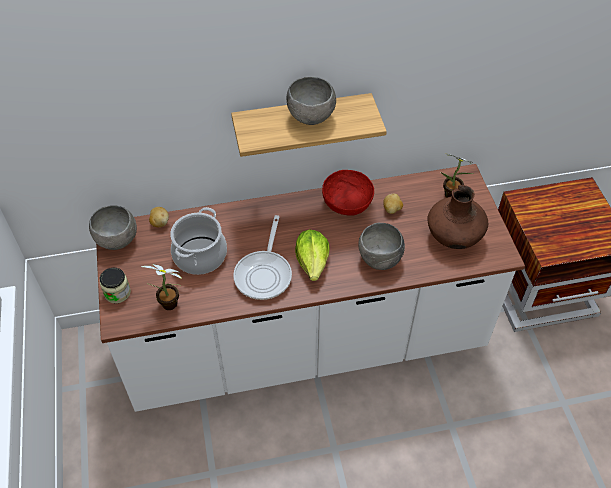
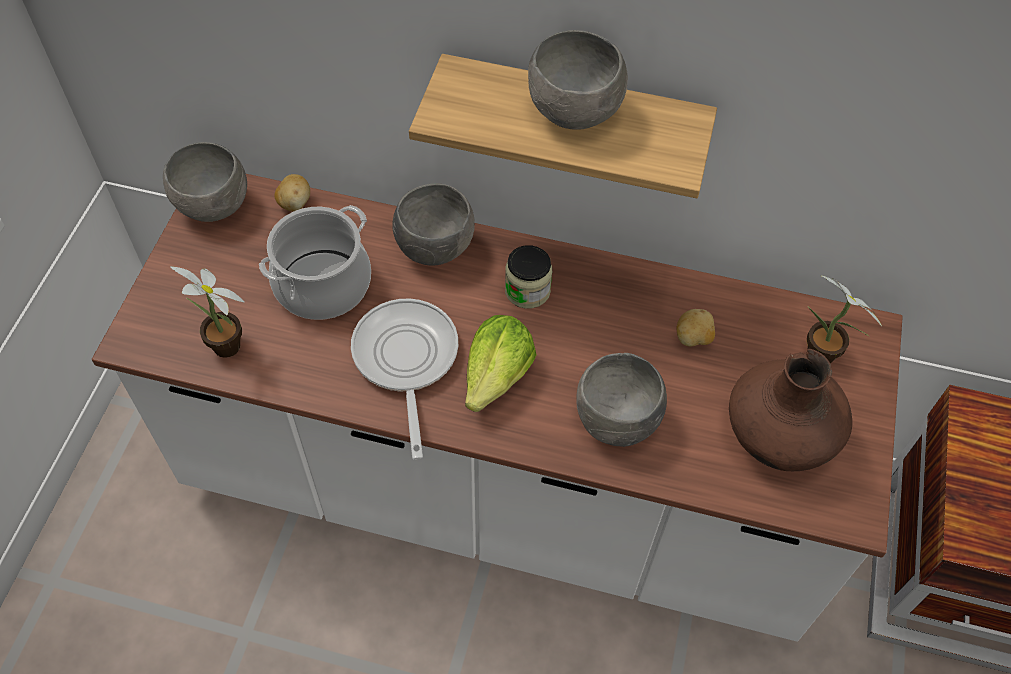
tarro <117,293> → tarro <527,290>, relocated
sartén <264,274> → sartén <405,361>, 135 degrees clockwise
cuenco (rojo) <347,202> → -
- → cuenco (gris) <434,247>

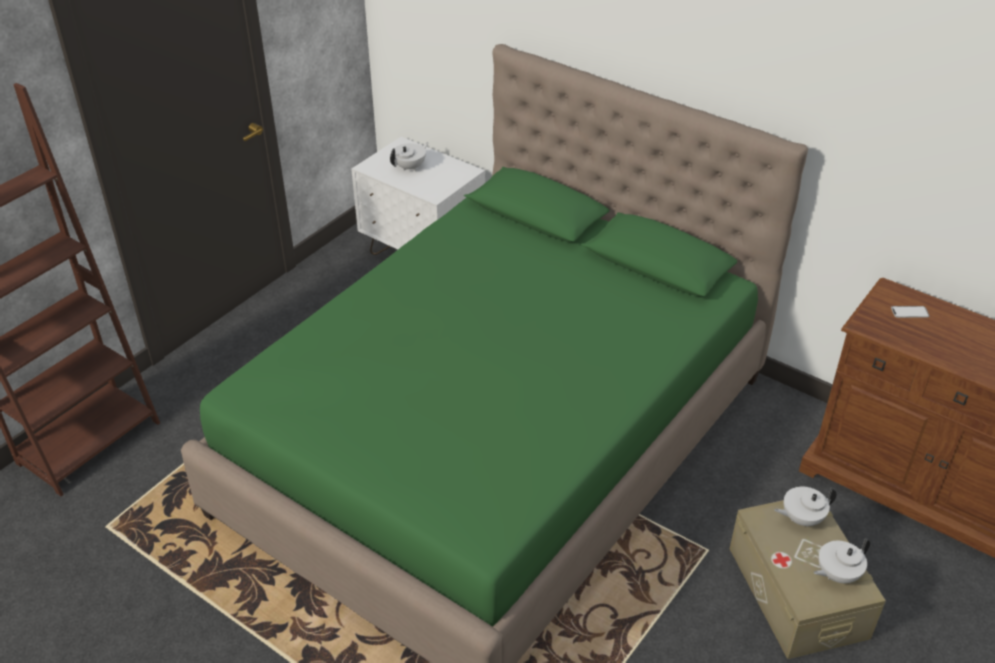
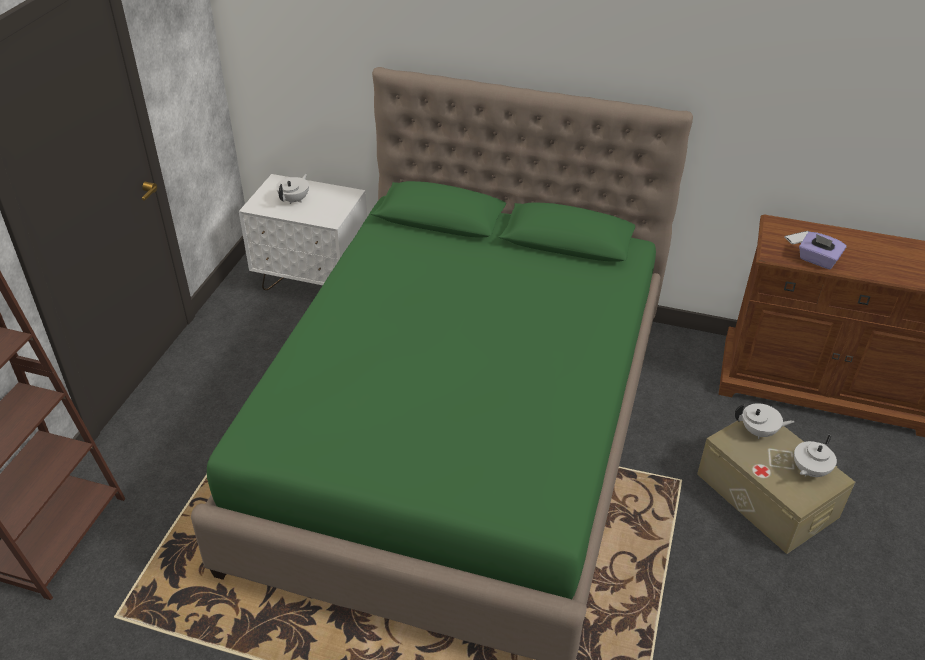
tetera (blanco) <801,518> → tetera (blanco) <759,431>, 135 degrees counterclockwise
- → caja de pañuelos (morado) <817,260>

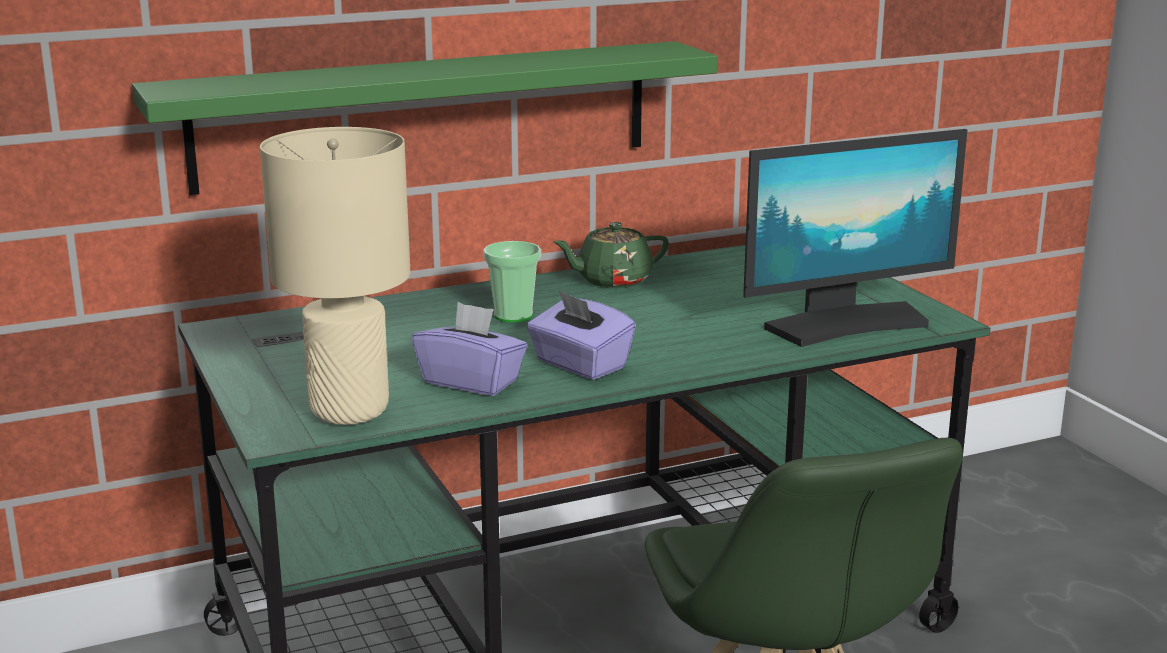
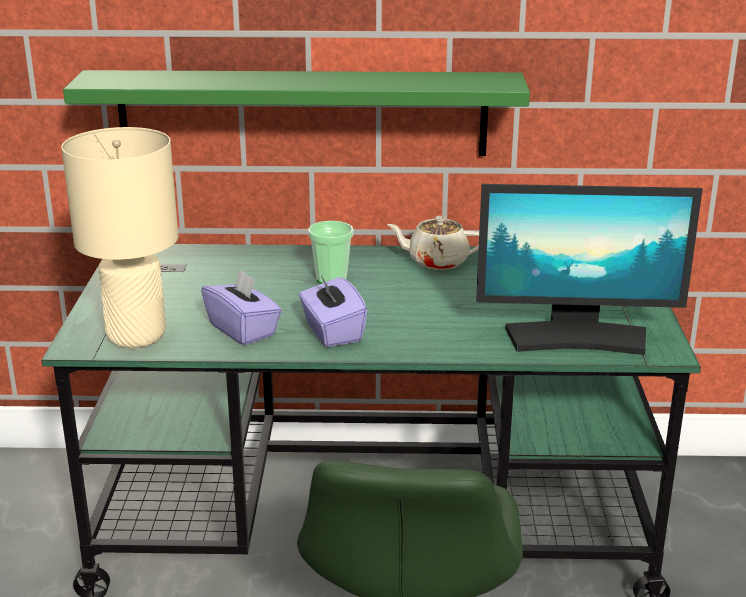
tetera (verde) <612,280> → tetera (beis) <436,261>

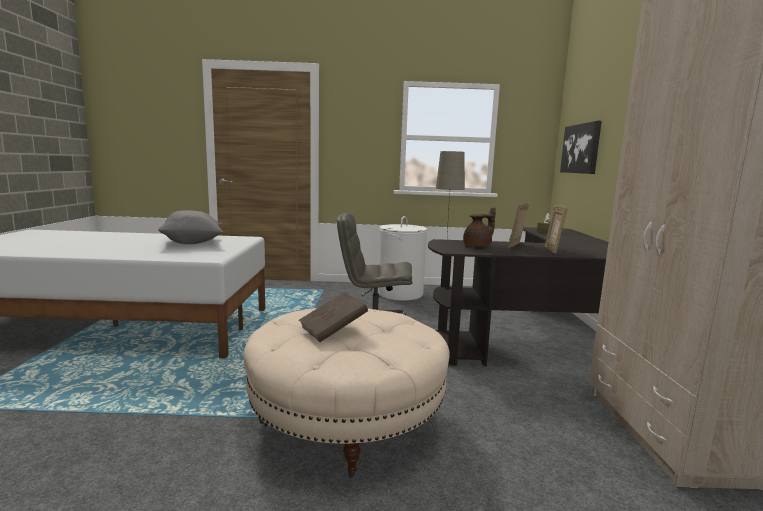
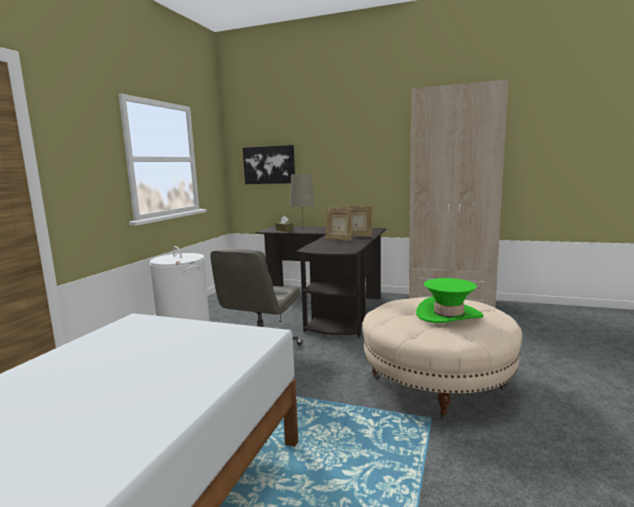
cojín (gris) <193,243> → -
libro (marrón) <333,330> → sombrero (verde) <448,315>
tetera (marrón) <478,246> → -

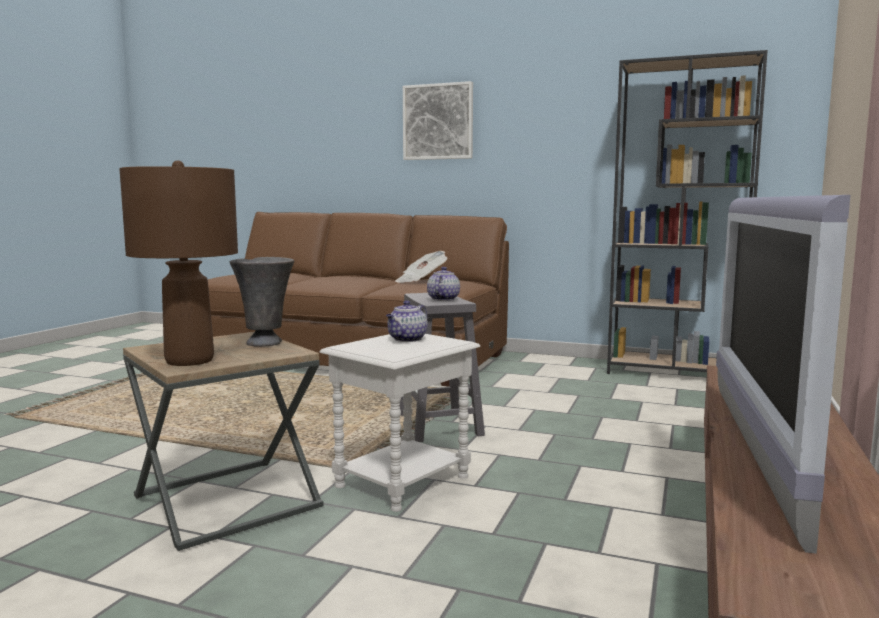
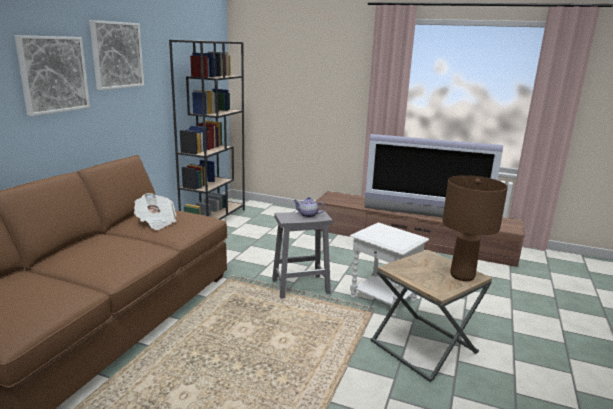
florero (gris) <266,343> → -
tetera <407,339> → -
- → cuadro <117,55>

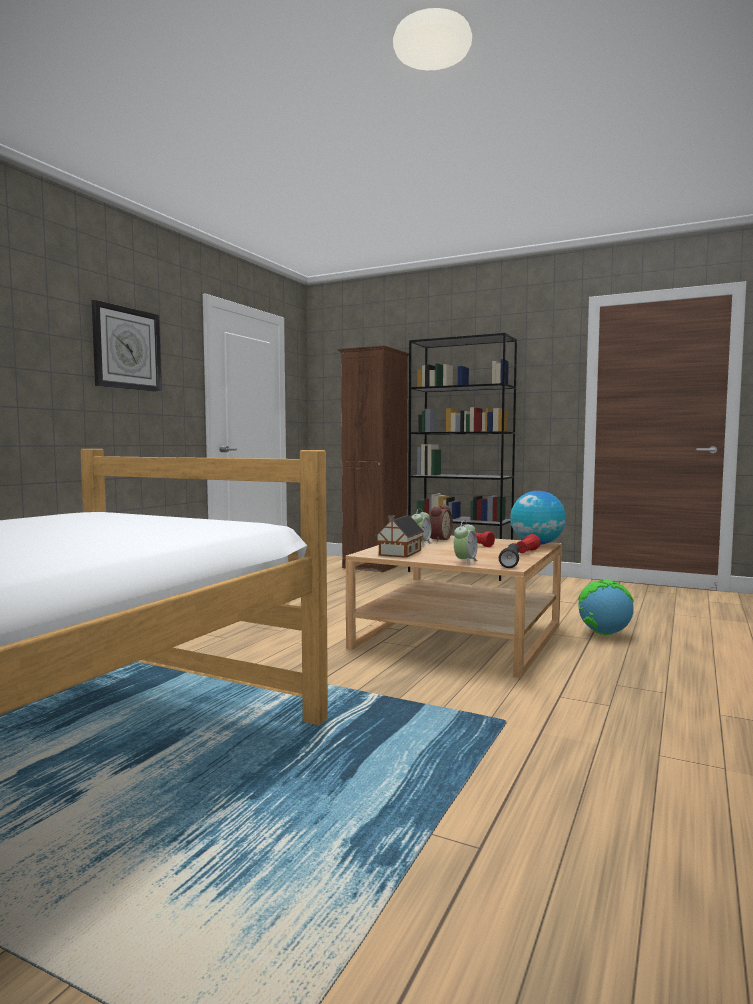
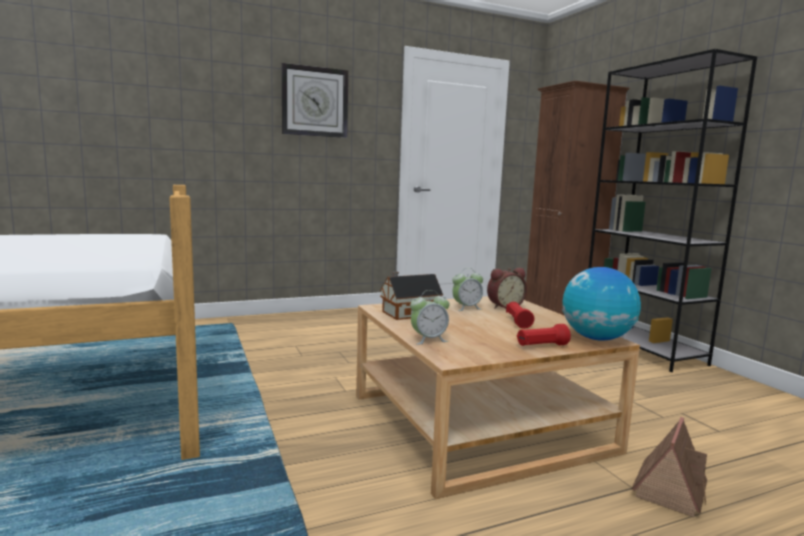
linterna (negro) <510,563> → -
globo terráqueo <603,633> → casita <669,489>

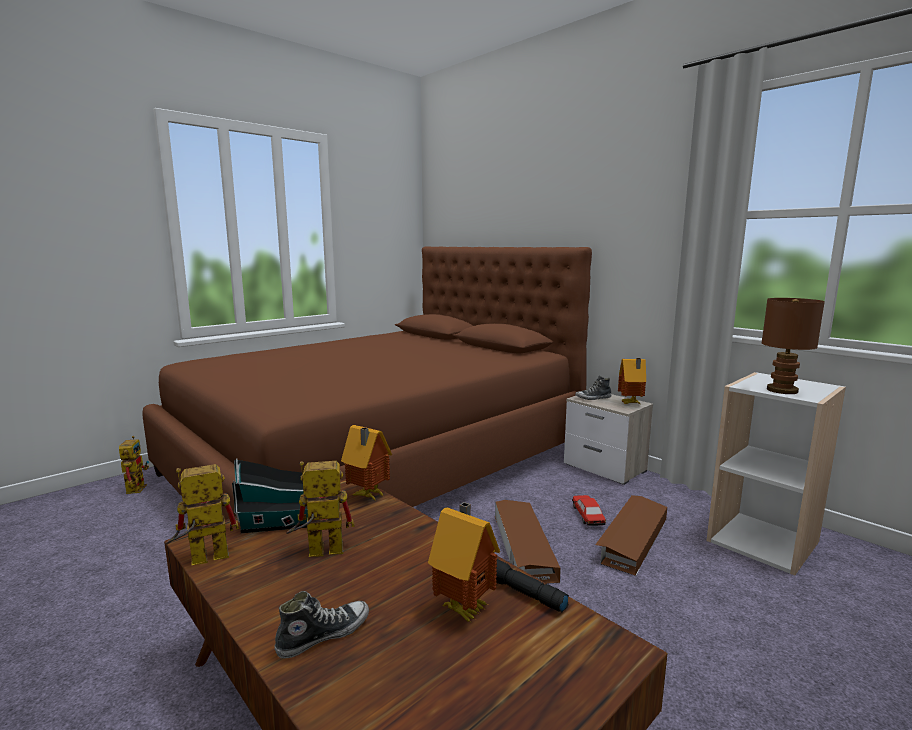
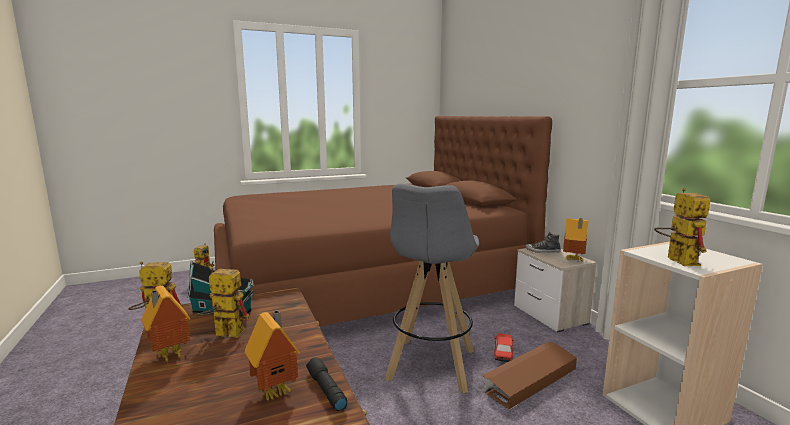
zapato <324,635> → -
casita <367,496> → casita <168,355>, relocated
caja de almacenaje (marrón) <523,546> → taburete (gris) <430,366>
lámpara de mesa (marrón) <781,390> → robot de juguete <676,259>

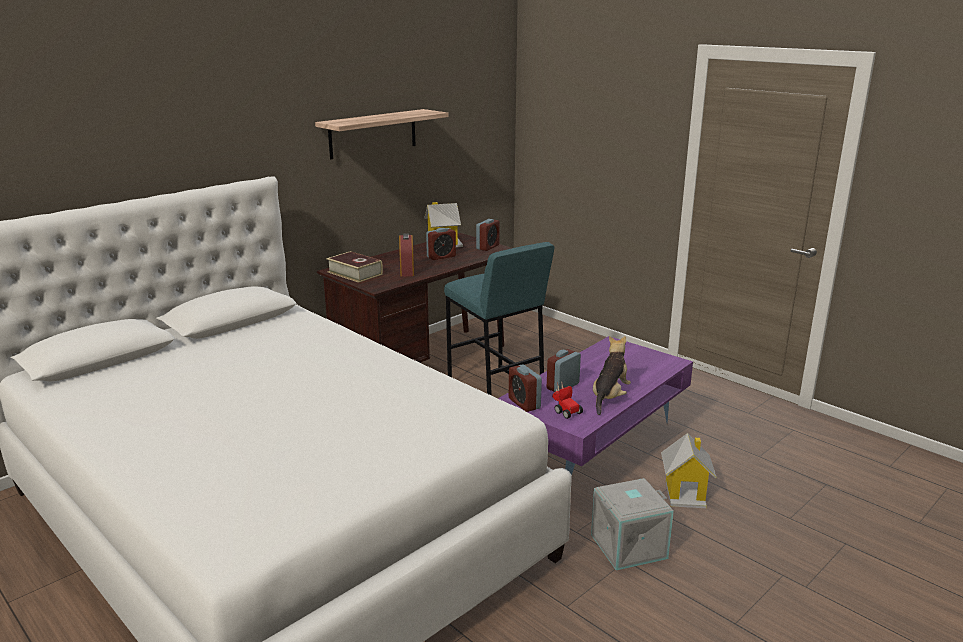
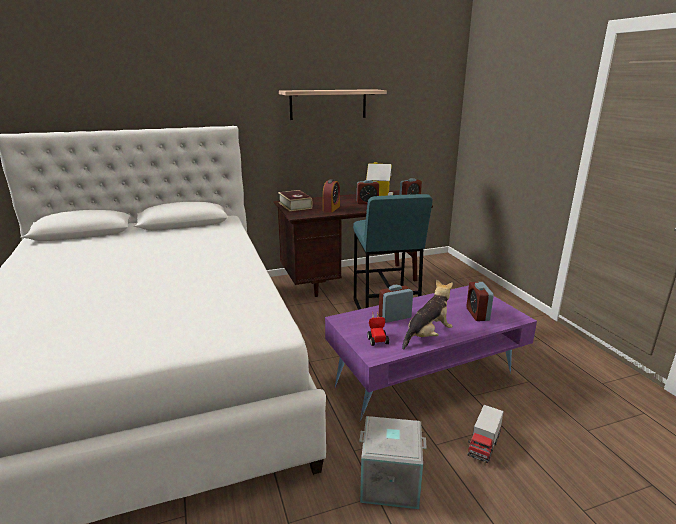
despertador <524,403> → despertador <477,314>, relocated
casita <685,493> → camión de juguete <483,445>

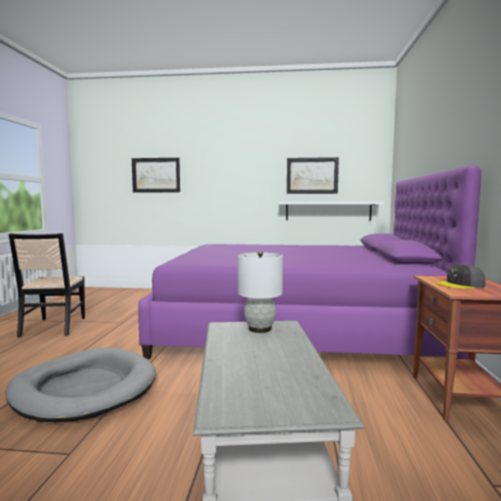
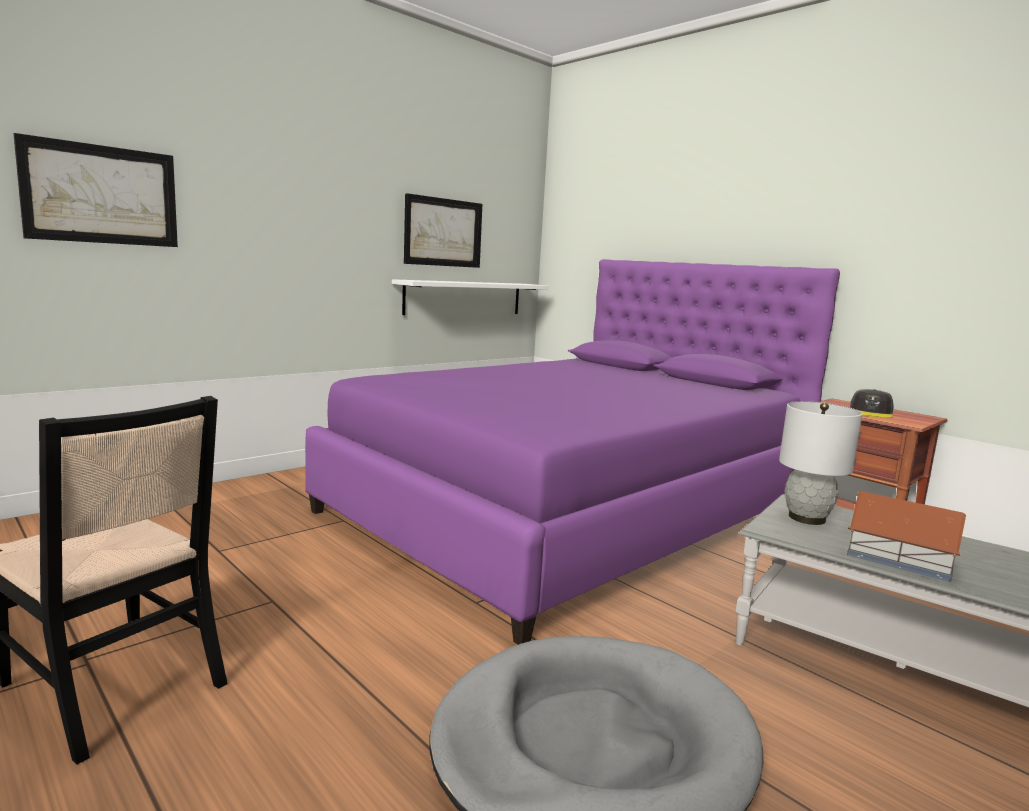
- → casita <900,559>

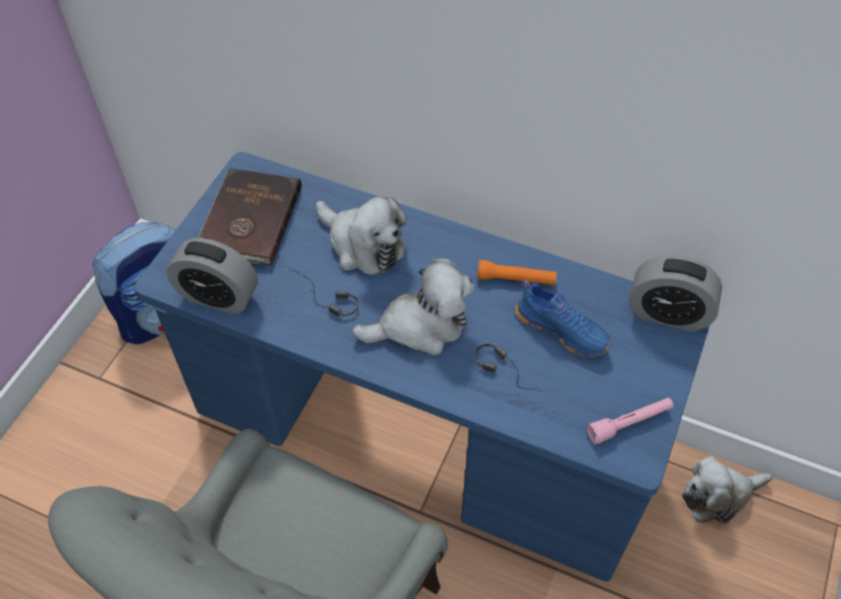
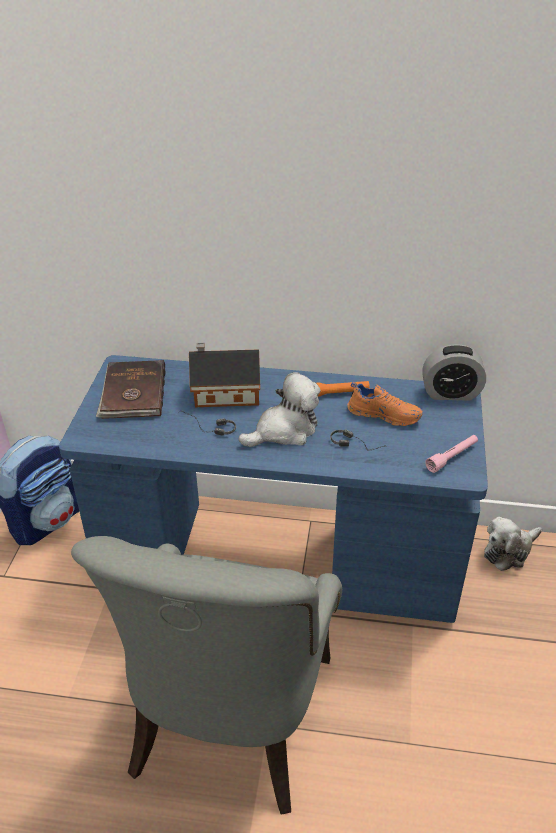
despertador <218,296> → -
peluche <363,245> → casita <223,393>
zapato (azul) <562,329> → zapato (naranja) <384,414>

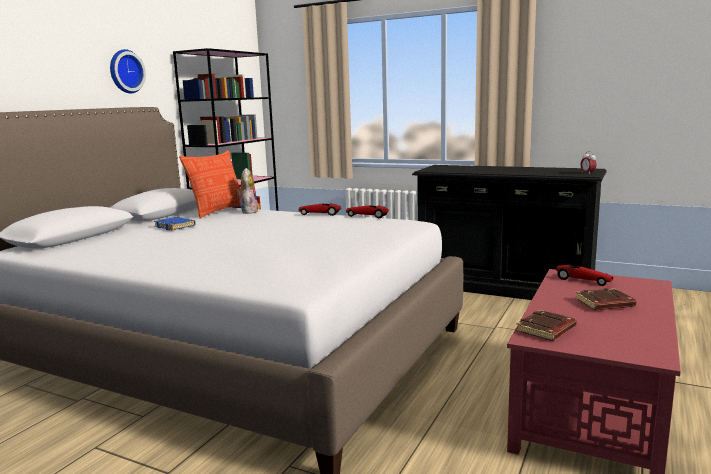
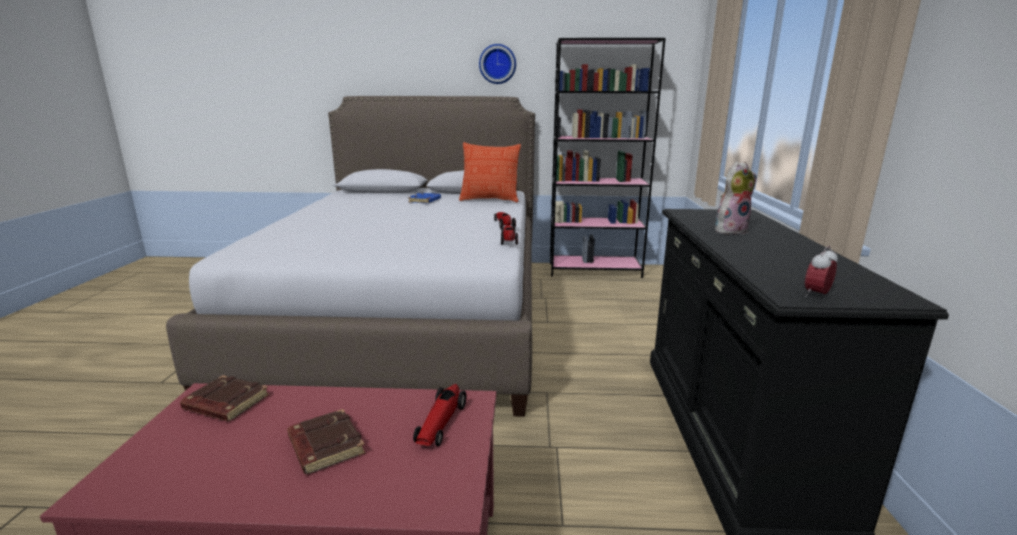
peluche <248,211> → peluche <730,230>, relocated

